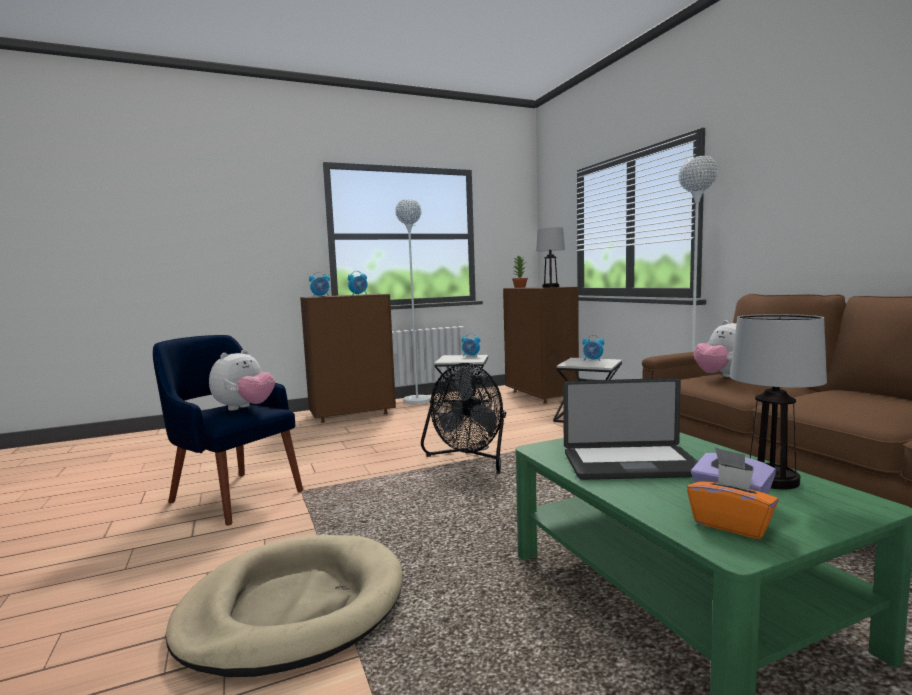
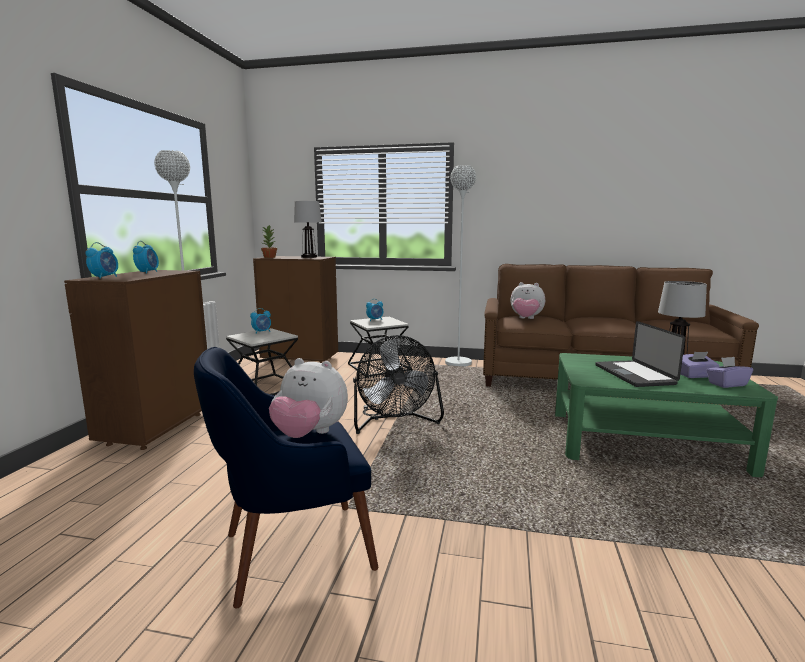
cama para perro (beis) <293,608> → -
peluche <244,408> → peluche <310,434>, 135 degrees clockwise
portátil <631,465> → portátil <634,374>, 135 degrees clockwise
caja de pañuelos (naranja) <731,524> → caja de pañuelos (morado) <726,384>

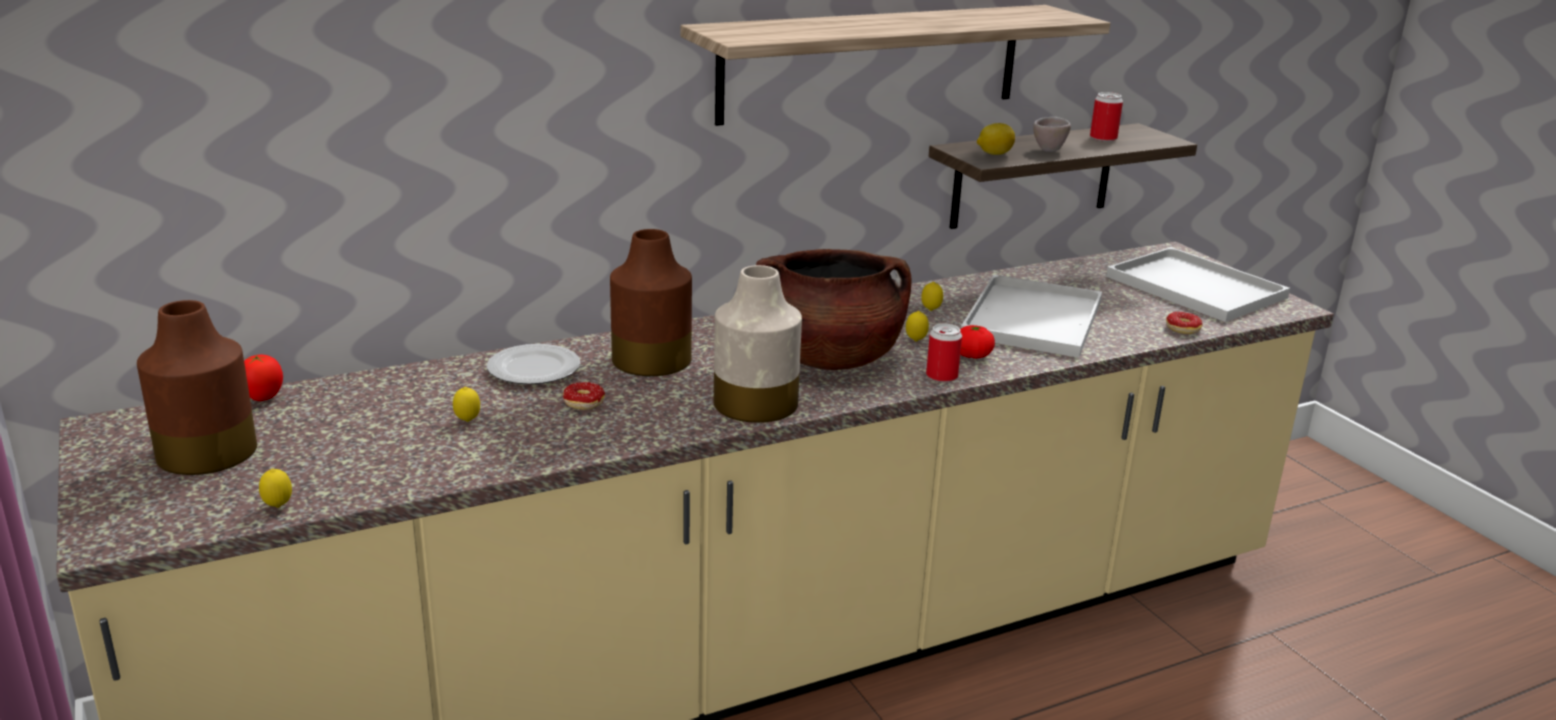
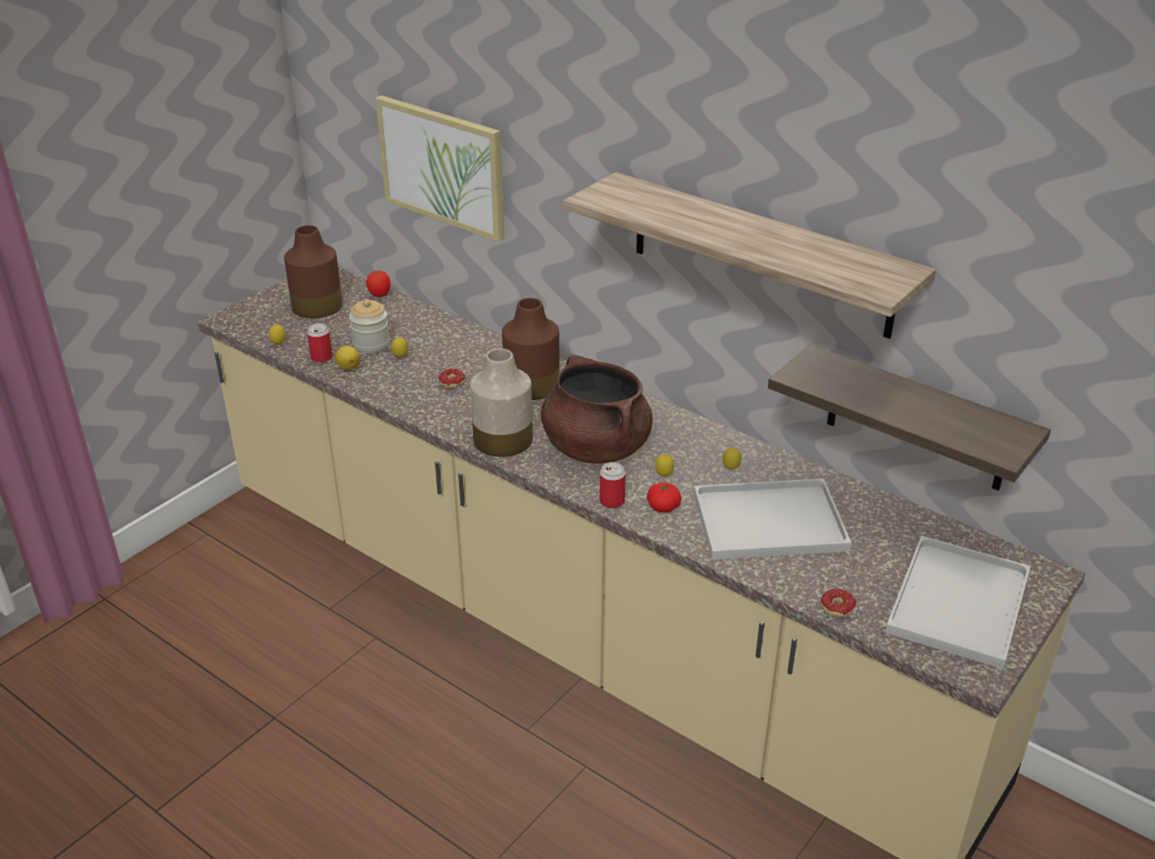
plato <533,369> → -
limón <994,154> → limón <348,367>, relocated
taza (beis) <1049,149> → -
lata <1103,138> → lata <321,358>, relocated
- → tarro <371,344>
- → cuadro <442,166>

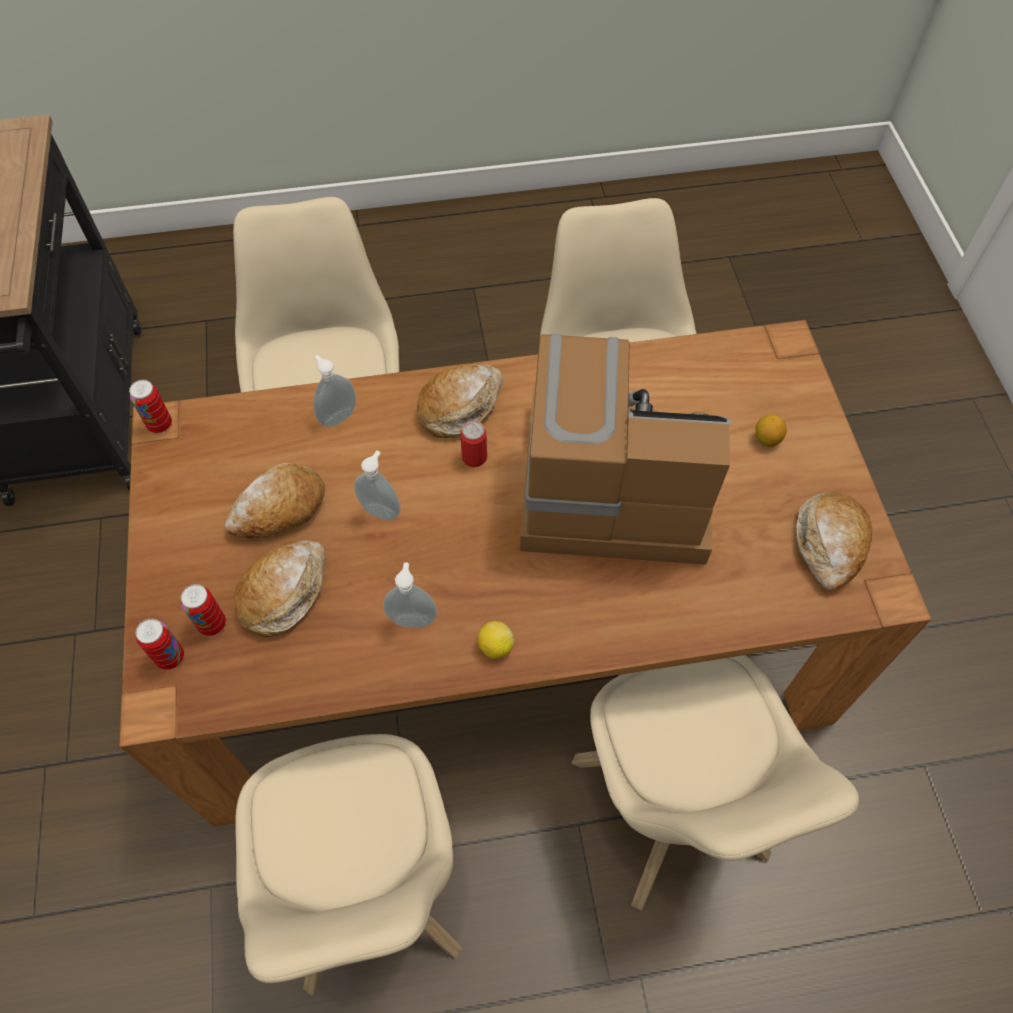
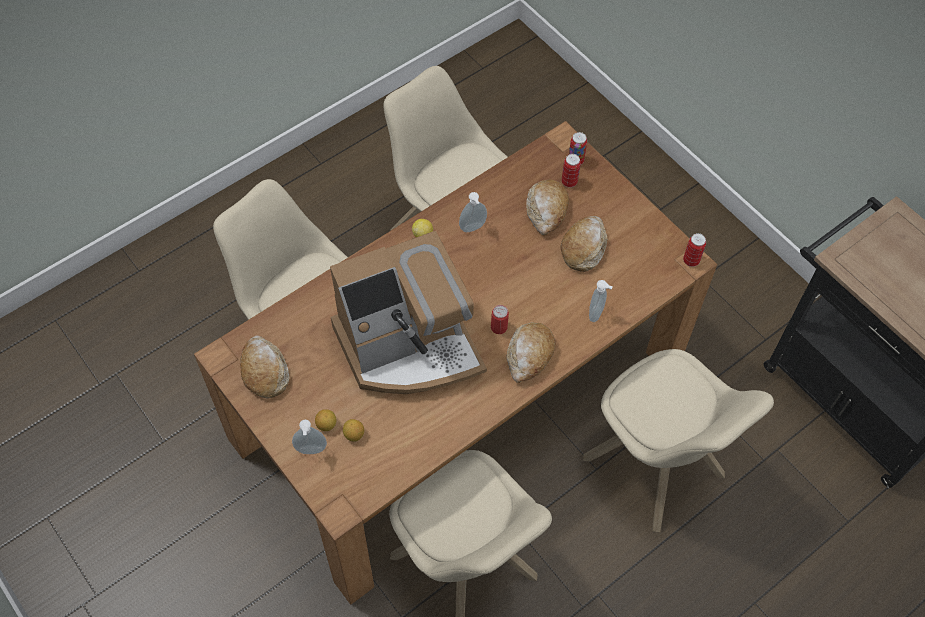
dispensador de jabón <381,510> → dispensador de jabón <311,451>, relocated
- → limón <354,435>

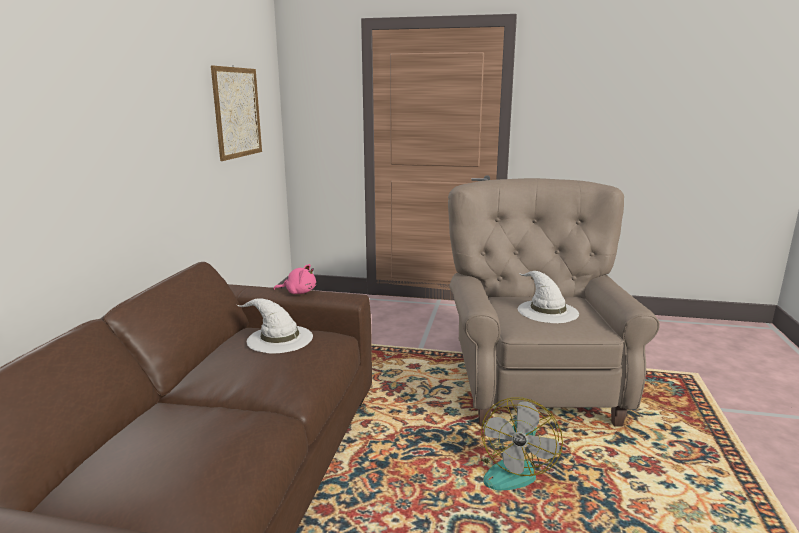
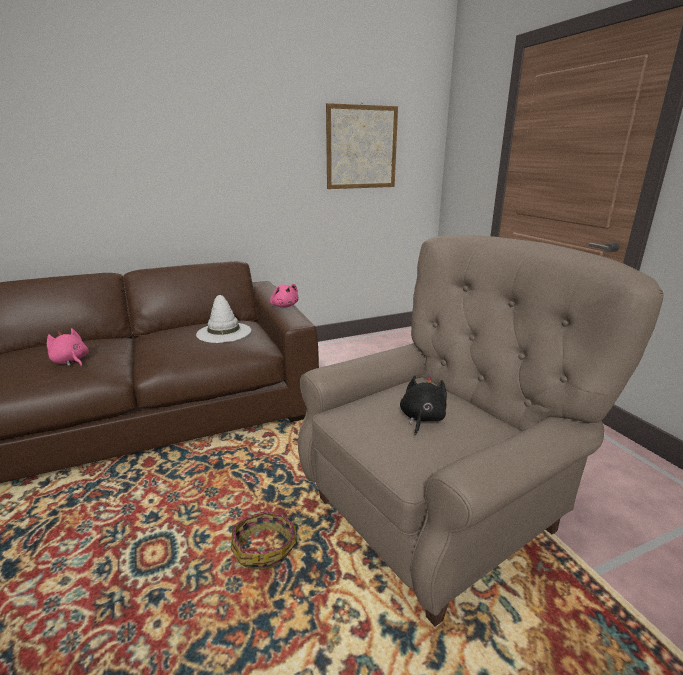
ventilador <512,469> → cesta <265,547>
sombrero (blanco) <546,311> → peluche (negro) <421,418>
- → peluche (rosa) <70,361>

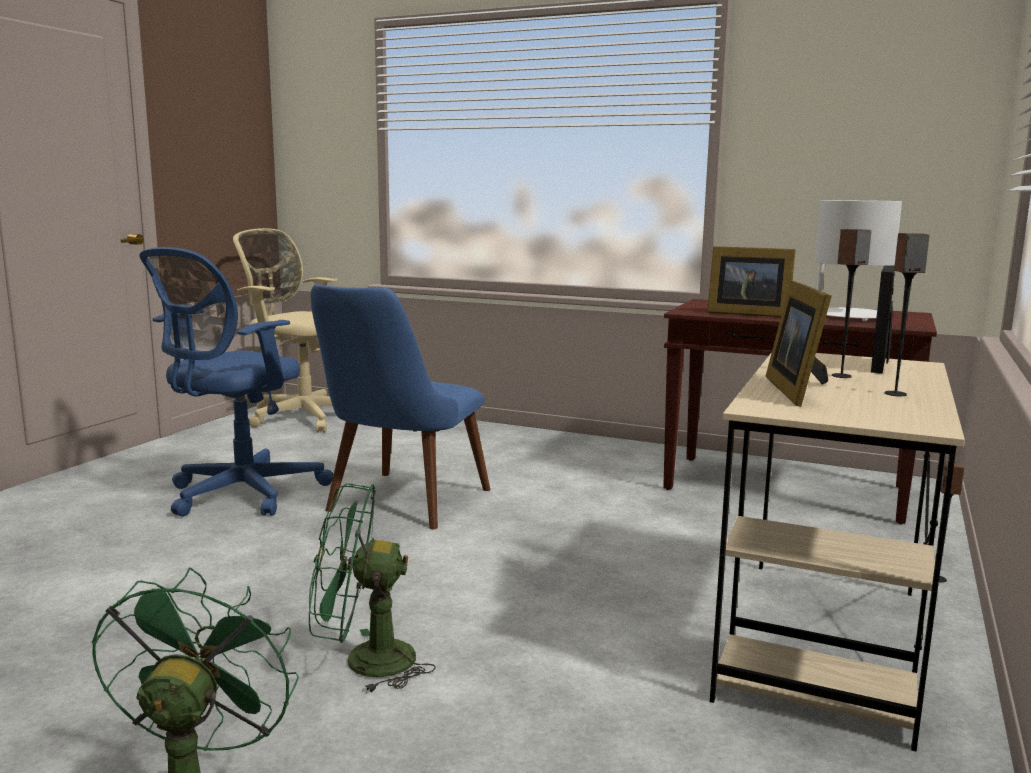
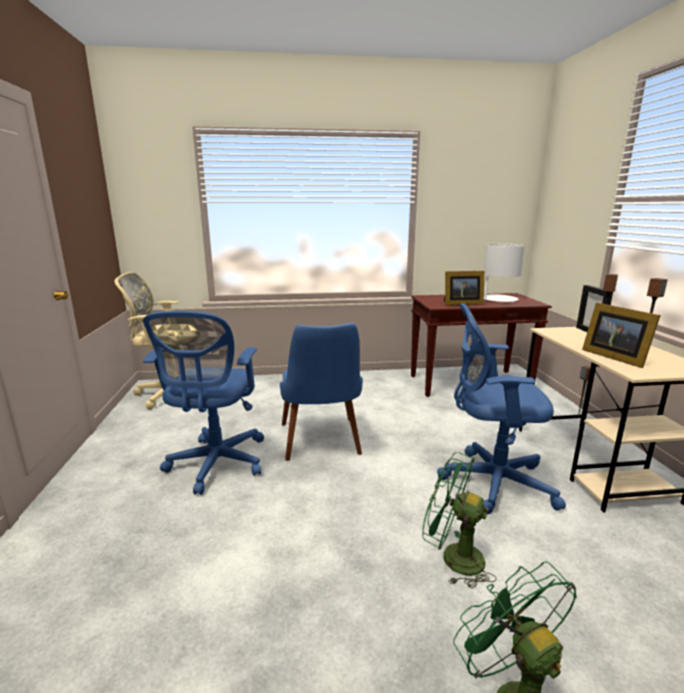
ventilador (verde) <364,662> → ventilador (verde) <453,557>, 60 degrees clockwise
- → silla de oficina (azul) <491,481>

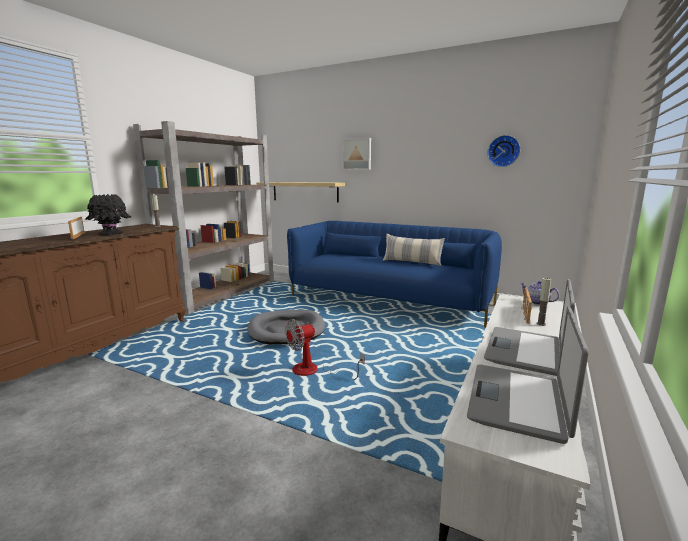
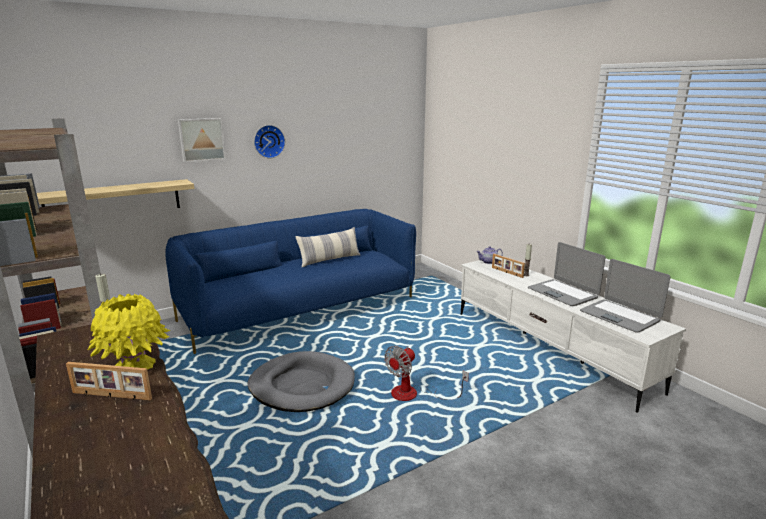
florero (negro) <110,233> → florero (amarillo) <134,366>
ventilador <314,372> → ventilador <414,394>, 45 degrees clockwise
reloj de pared <503,151> → reloj de pared <268,141>, relocated

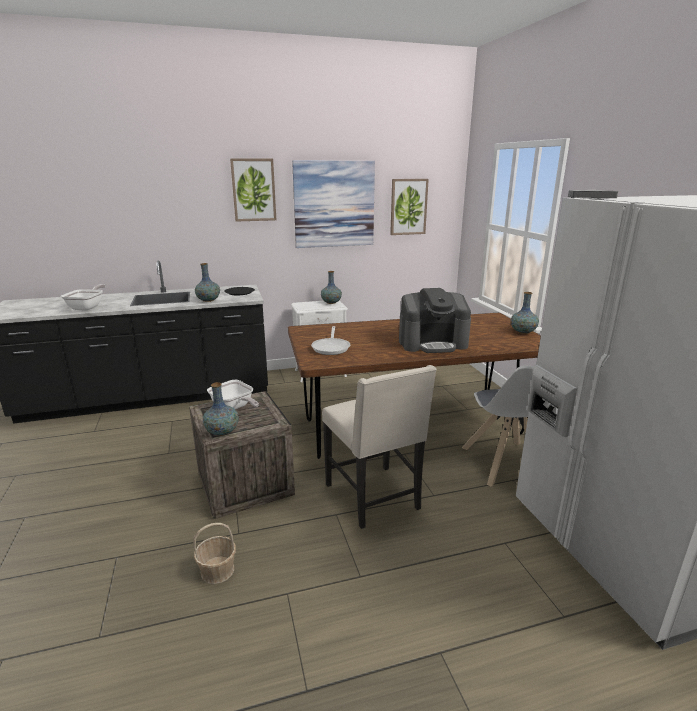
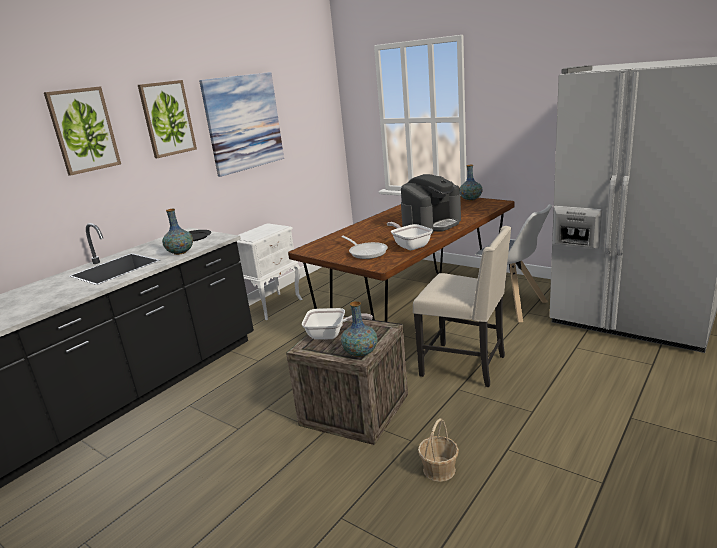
sartén <88,307> → sartén <410,245>, relocated
florero <331,302> → -
cuadro <408,207> → cuadro <83,130>, relocated

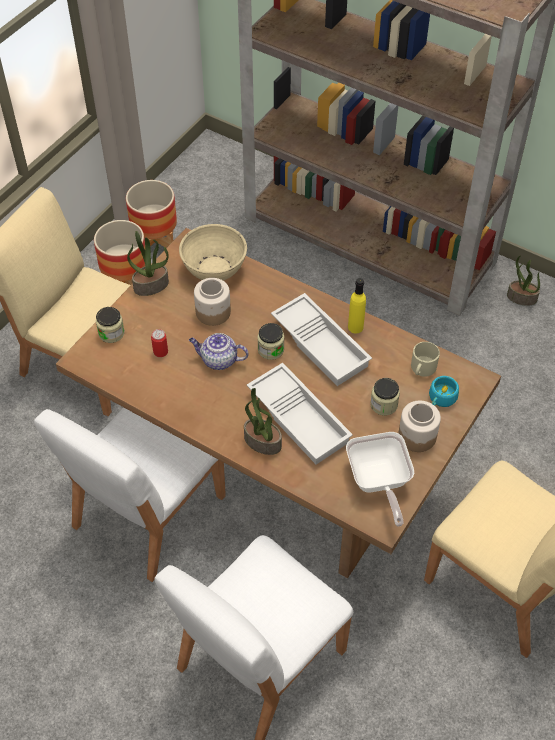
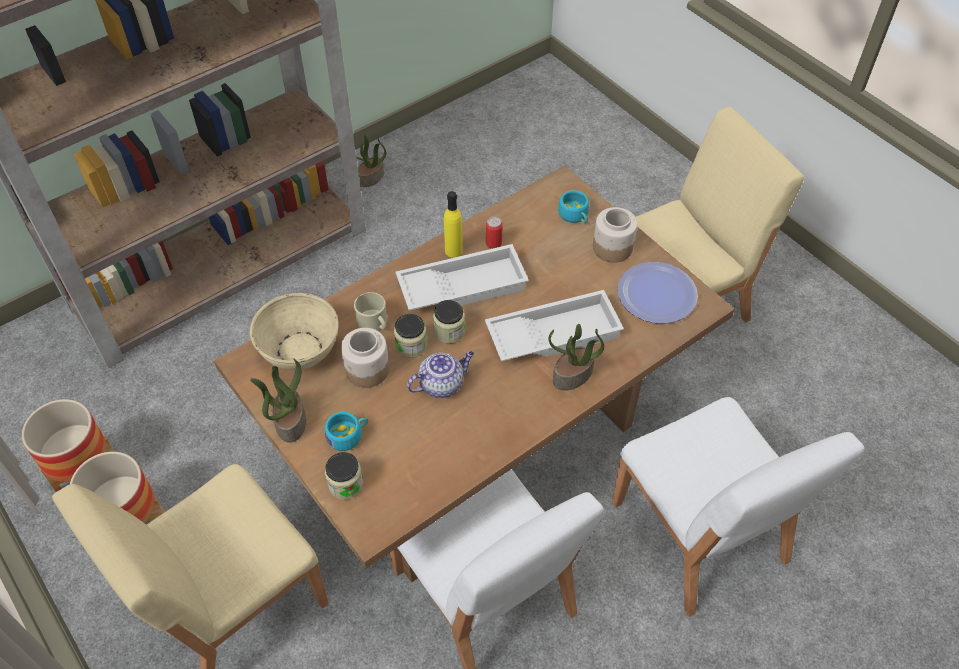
lata <160,352> → lata <493,243>, relocated
tetera <218,360> → tetera <442,384>, 150 degrees counterclockwise
sartén <378,482> → plato <657,294>
tarro <384,404> → tarro <411,345>, relocated
taza grande (beis) <422,368> → taza grande (beis) <374,323>, relocated
- → taza (turquesa) <348,435>

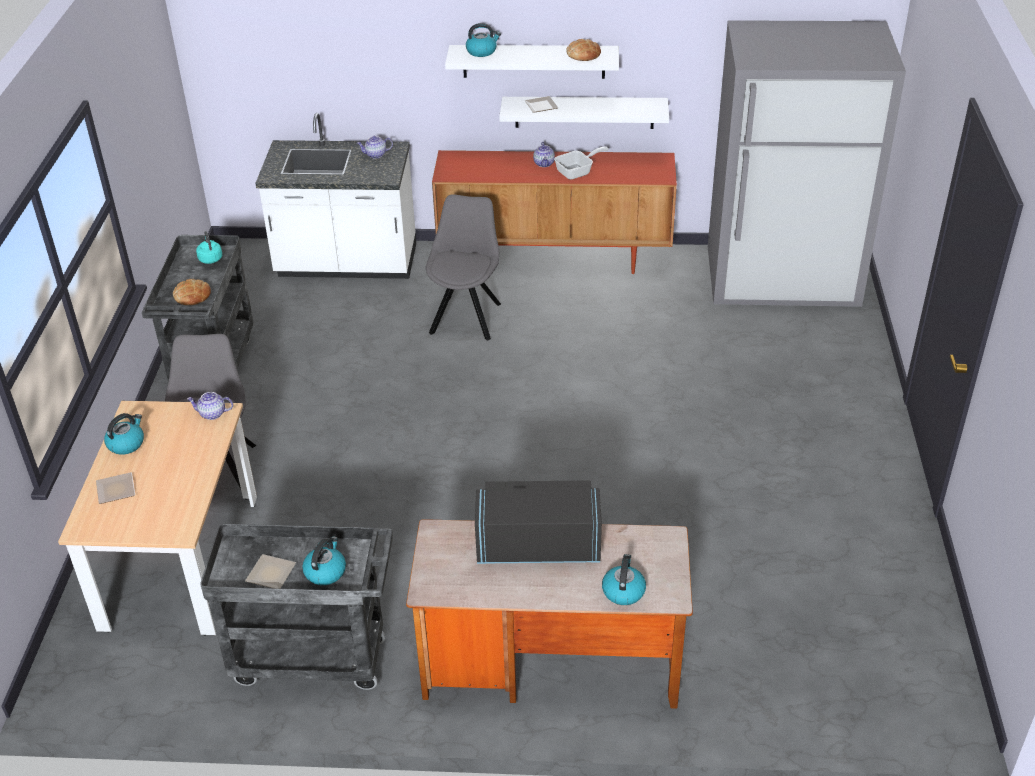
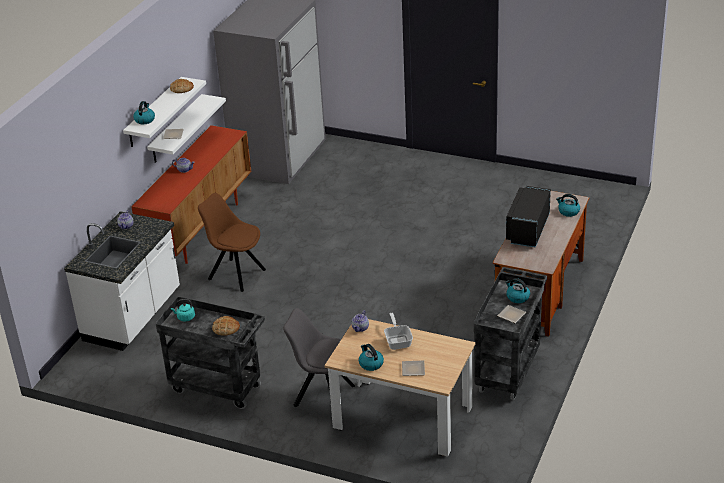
silla (gris) <466,318> → silla (marrón) <236,274>
sartén <578,172> → sartén <398,341>, relocated

